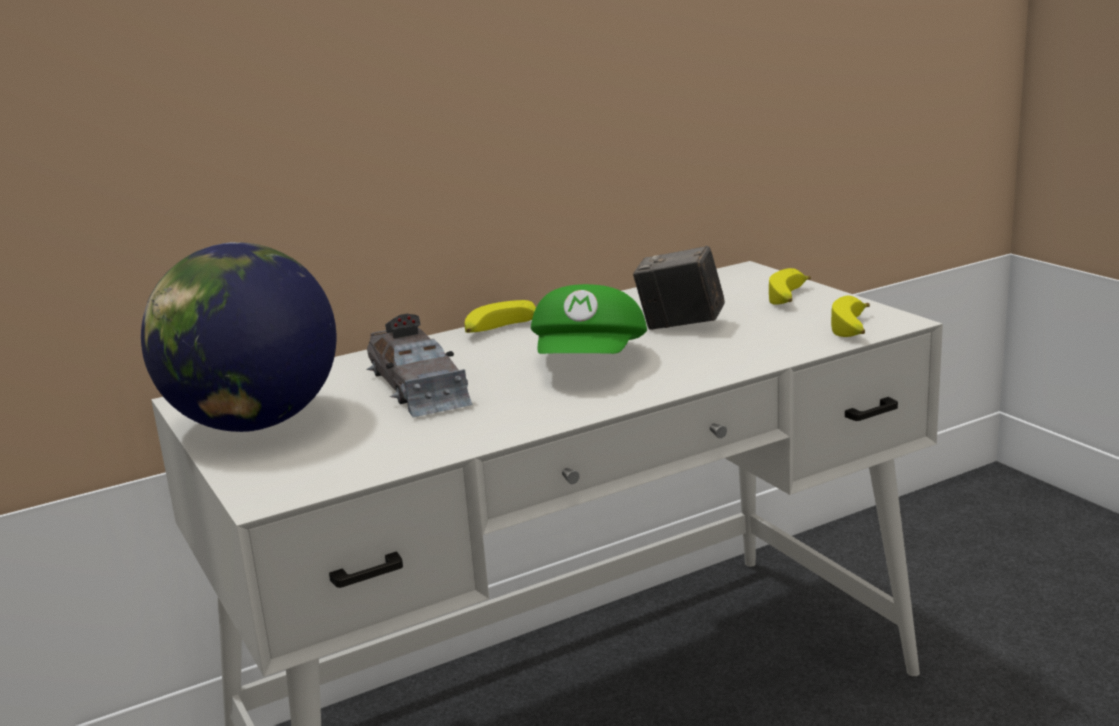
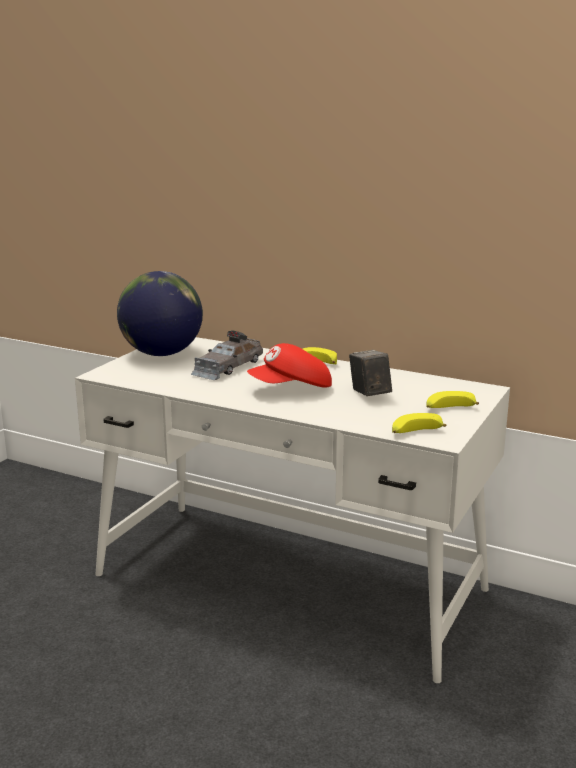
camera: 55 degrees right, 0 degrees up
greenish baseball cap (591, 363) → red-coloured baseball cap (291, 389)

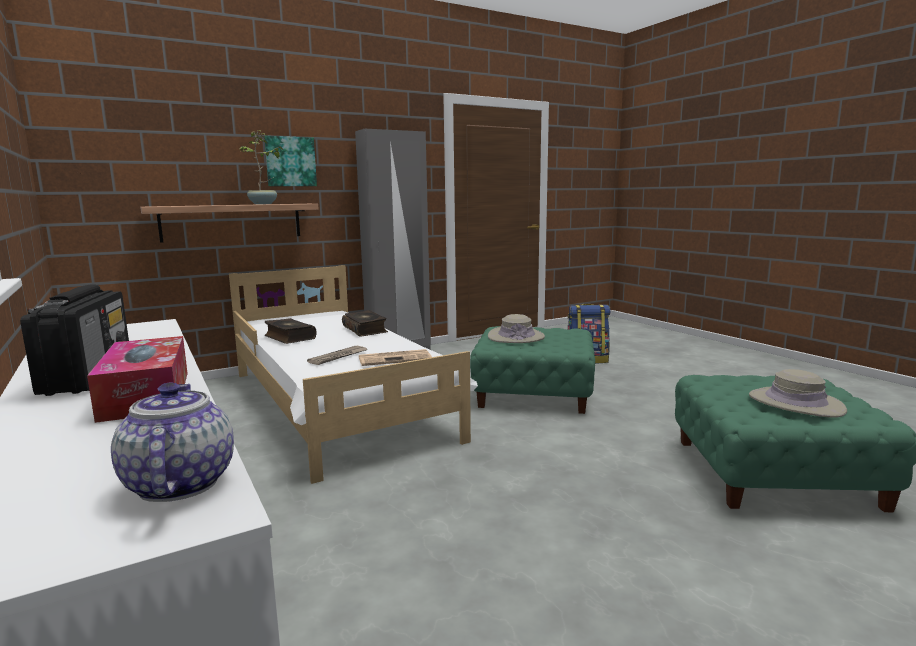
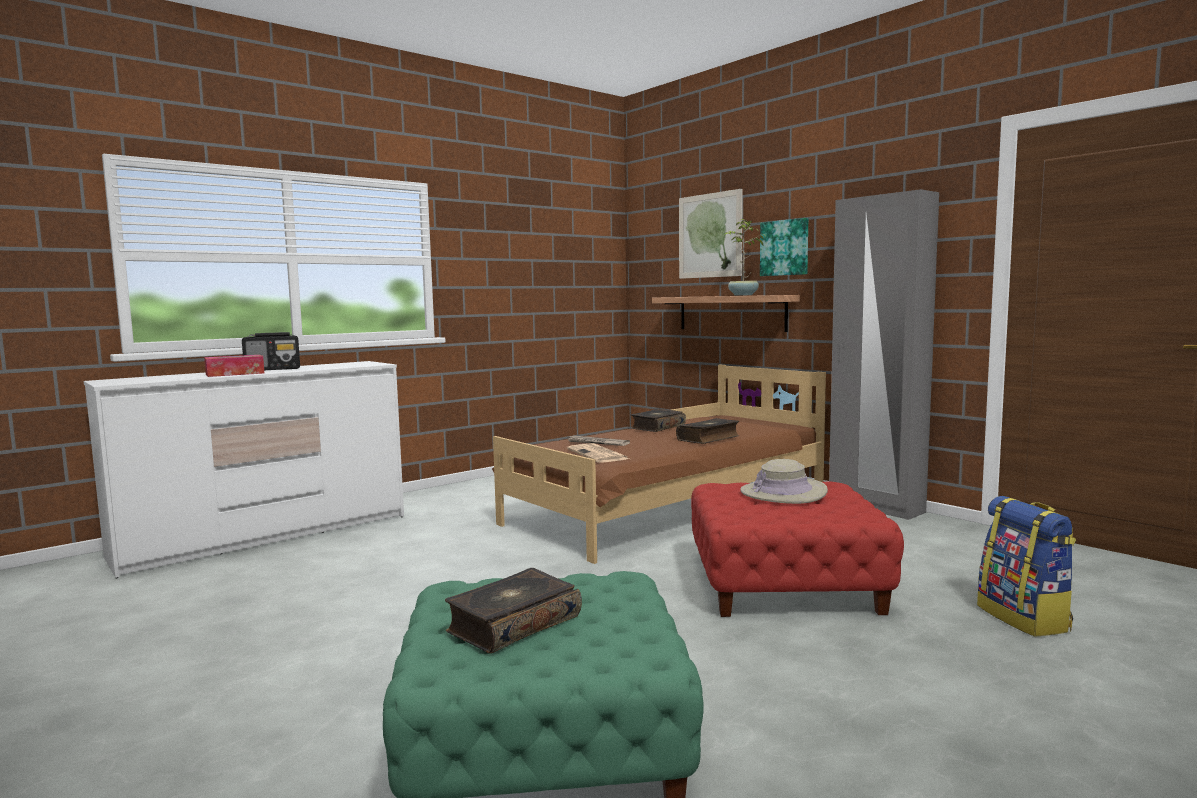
camera: 80 degrees right, 5 degrees down
teapot (178, 483) → -
white-coloured bed (338, 404) → brownish bed (669, 508)
greenish pouffe (534, 392) → red-coloured pouffe (786, 584)
sand-coloured clothing hat (795, 403) → bound book (513, 624)
- → picture (710, 235)

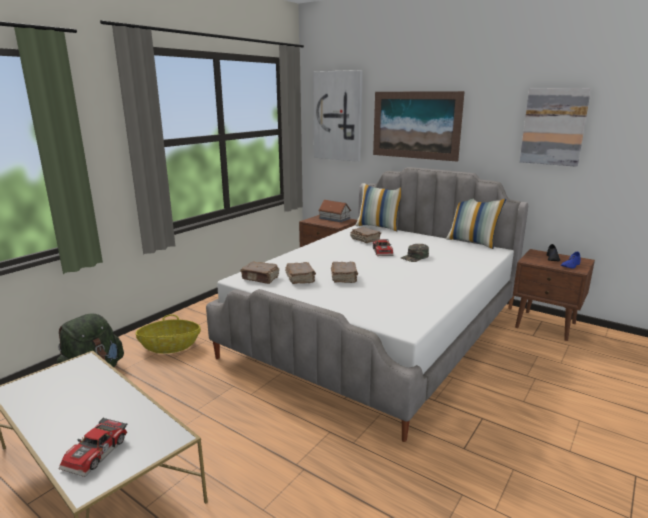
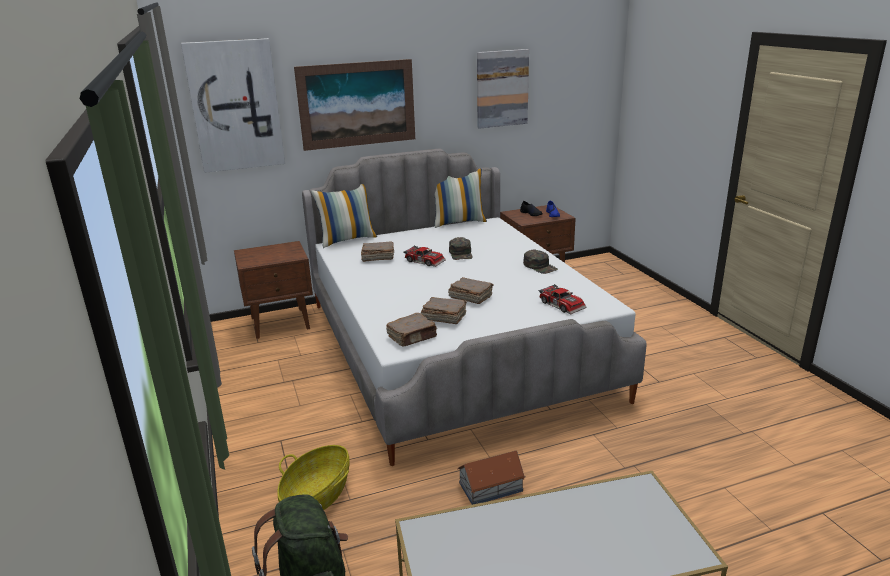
camera: 55 degrees left, 5 degrees up
toy car (97, 453) → toy car (562, 304), moved
toy house (334, 218) → toy house (490, 486), moved
- → greenish baseball cap (540, 266)

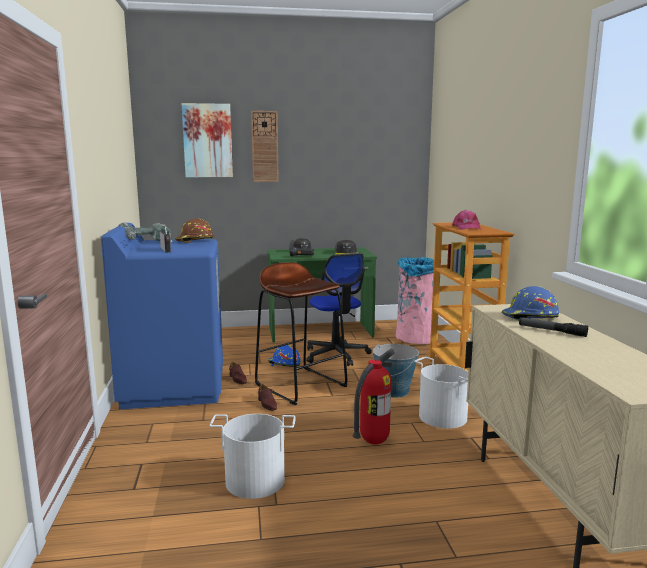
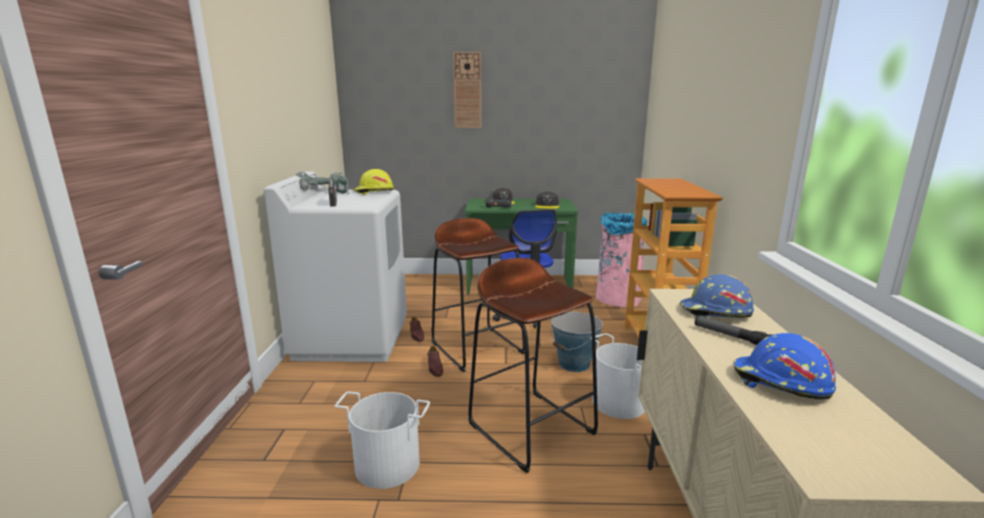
camera: 10 degrees right, 5 degrees up
bluish laundry appliance (173, 386) → white-coloured laundry appliance (351, 338)
brownish work helmet (194, 241) → yellow work helmet (373, 192)
picture (207, 141) → -
bluish work helmet (284, 364) → bluish work helmet (780, 382), moved
fire extinguisher (374, 442) → brownish sitting stool (531, 428)
pinkish baseball cap (466, 227) → -

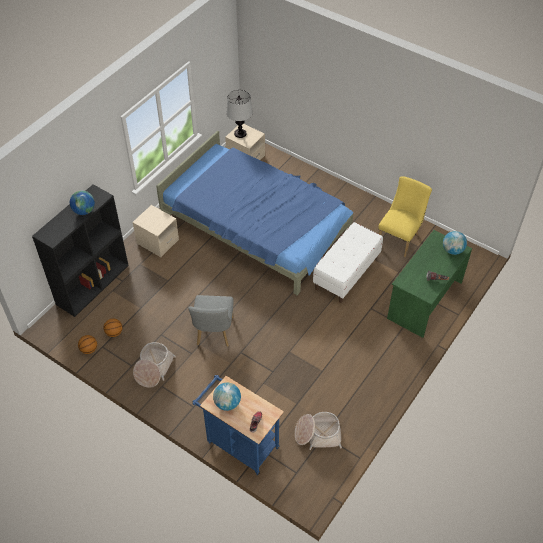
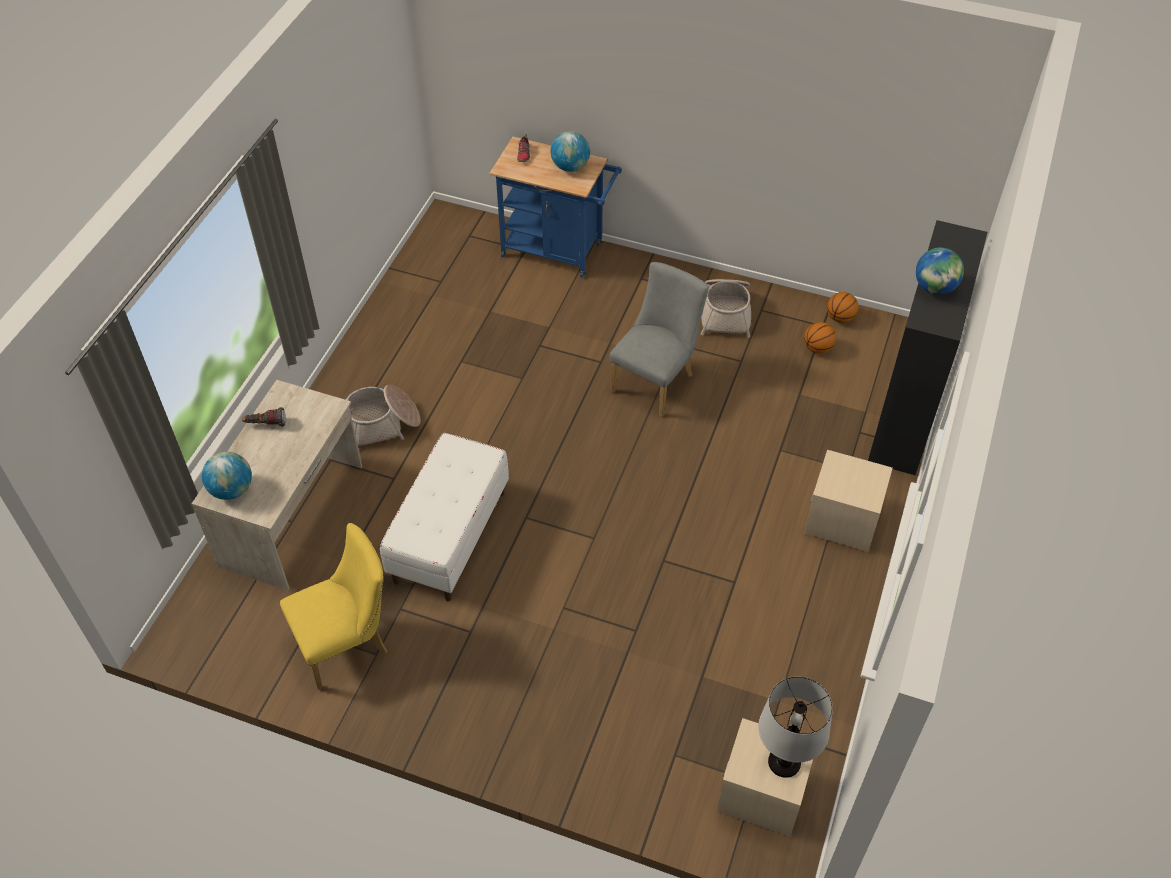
camera: 165 degrees right, 0 degrees up
bluish bed (257, 227) → -
greyish plain chair (214, 333) → greyish plain chair (656, 380), 45 degrees clockwise
storage basket (318, 434) → storage basket (382, 424), moved
yellow plain chair (400, 238) → yellow plain chair (348, 643), 135 degrees counterclockwise
greenish desk (424, 300) → sand-coloured desk (293, 515)

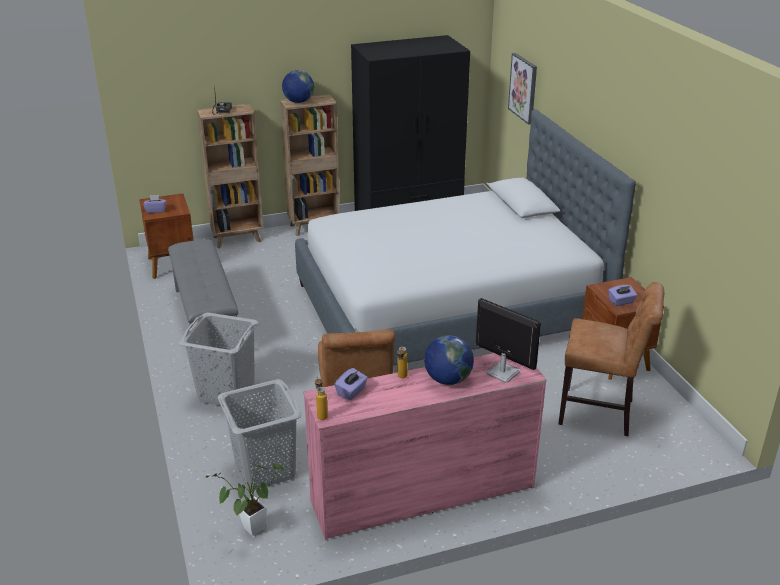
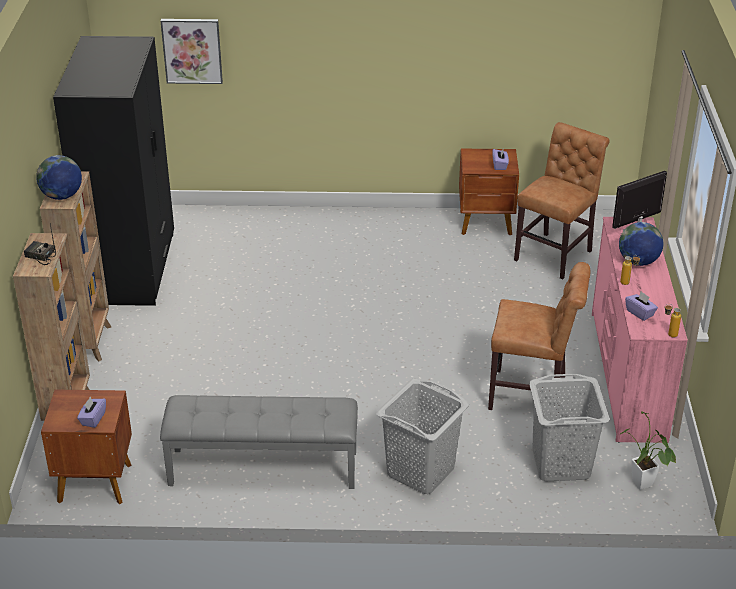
camera: 70 degrees left, 5 degrees up
bed (449, 308) → -

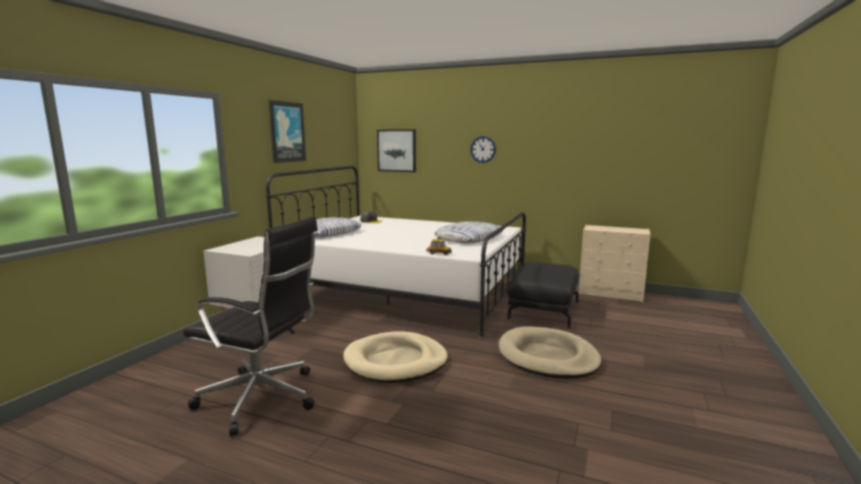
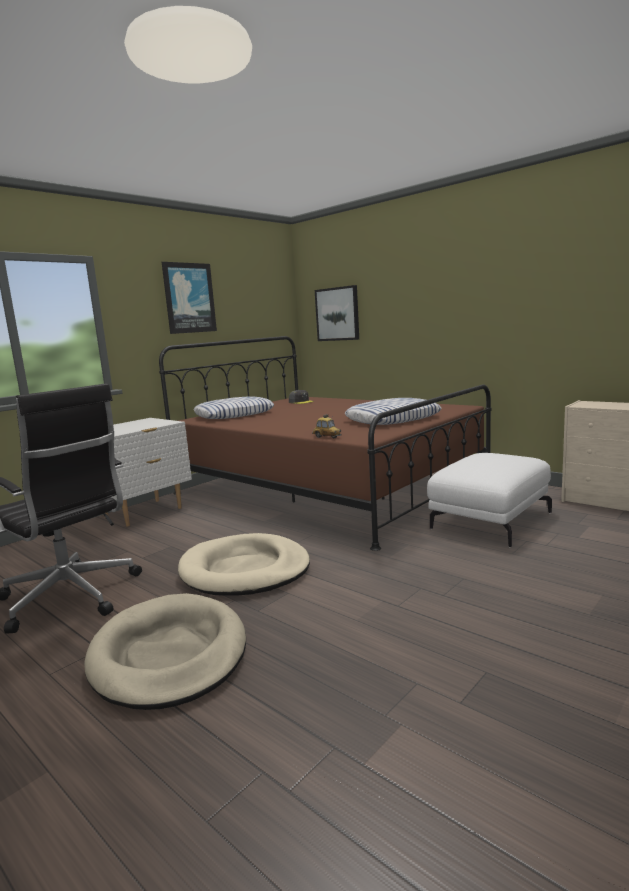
camera: 20 degrees right, 0 degrees up
white-coloured bed (406, 291) → brownish bed (328, 488)
clock on the wall (483, 149) → -
sand-coloured dog cushion (547, 357) → sand-coloured dog cushion (169, 655), moved
black pouffe (543, 310) → white-coloured pouffe (490, 520)

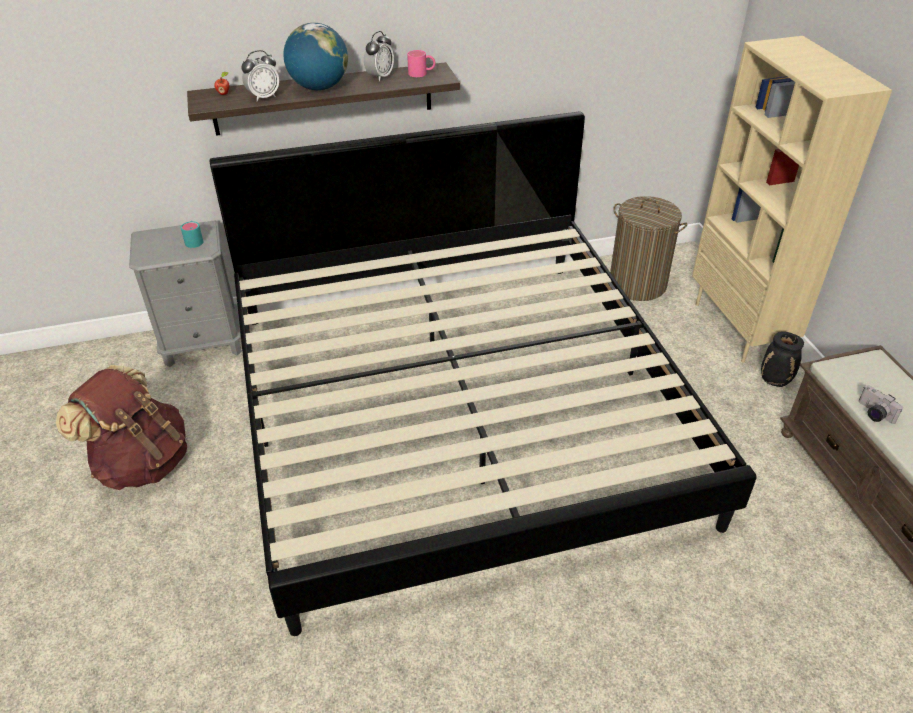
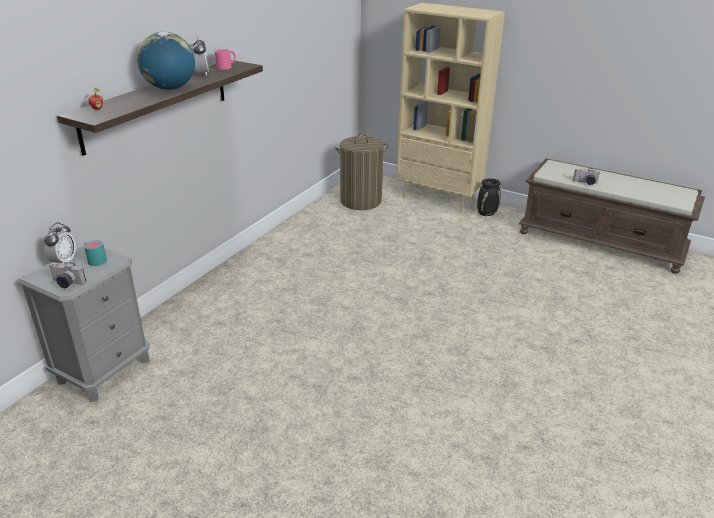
camera: 45 degrees left, 10 degrees down
brownish rucksack (142, 463) → -
bed (456, 409) → -
alarm clock (263, 97) → alarm clock (63, 261), moved
- → photo camera (66, 283)

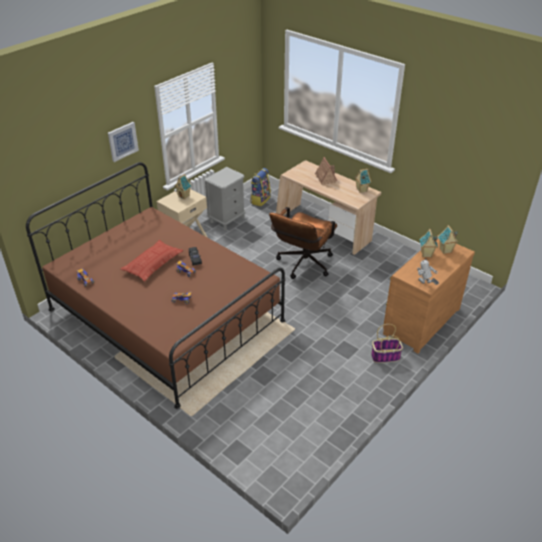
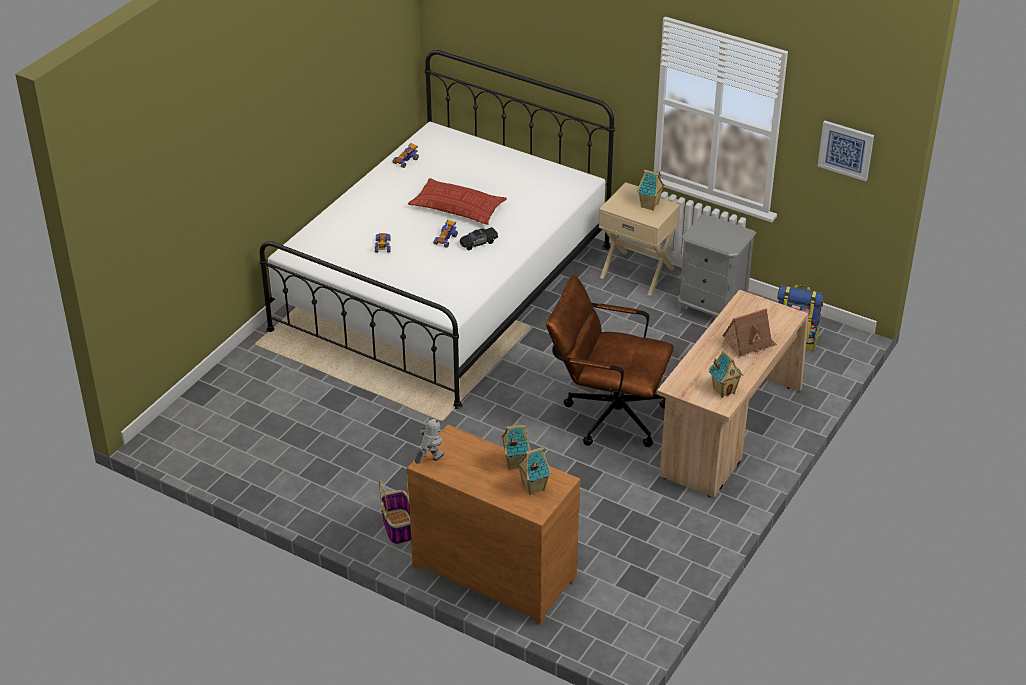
camera: 80 degrees right, 0 degrees up
brownish bed (165, 315) → white-coloured bed (443, 287)
picture (122, 141) → picture (846, 150), moved

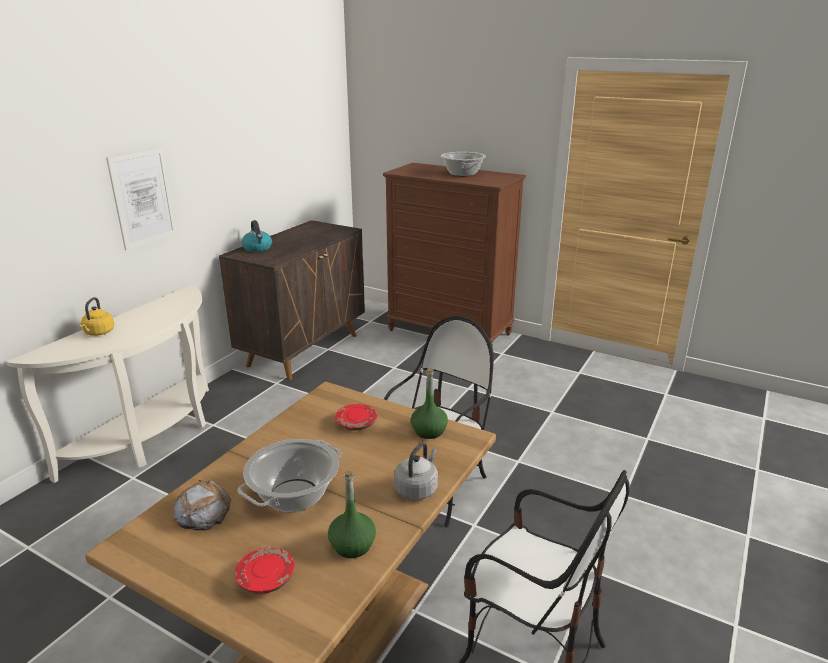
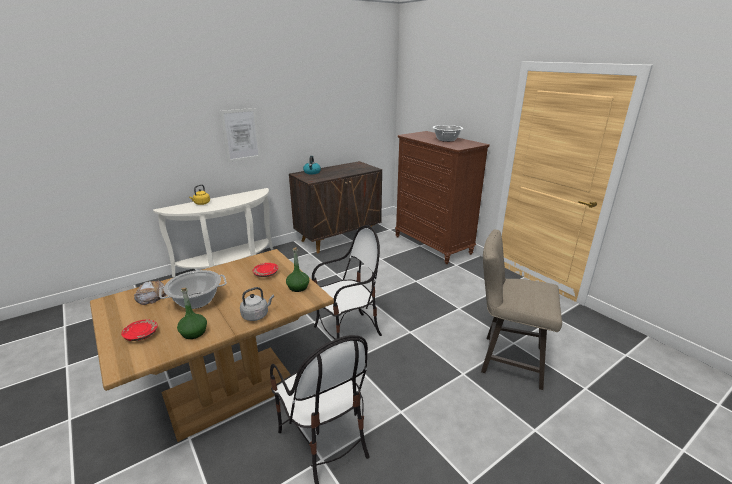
camera: 25 degrees right, 0 degrees up
- → sand-coloured sitting stool (506, 359)

